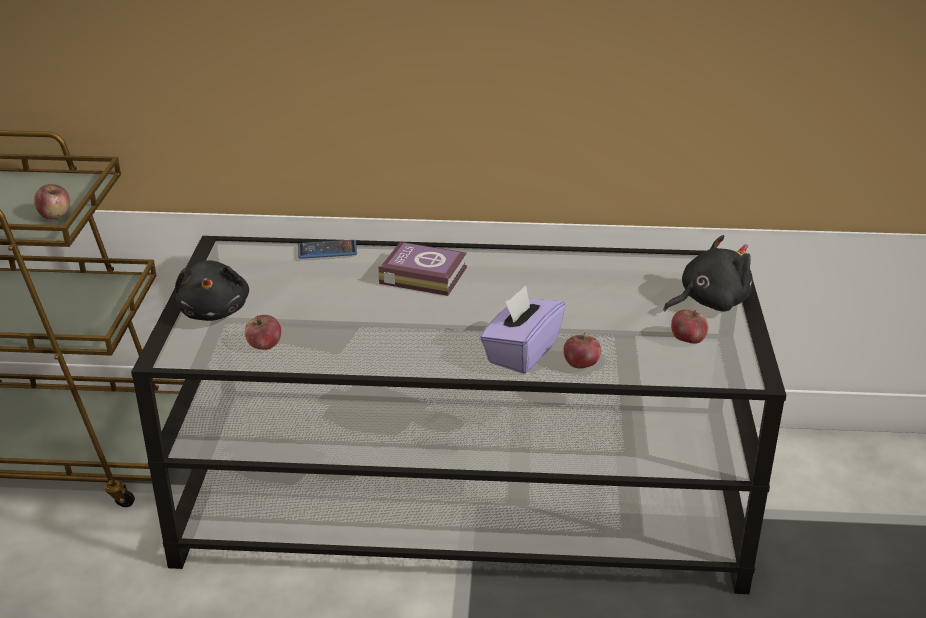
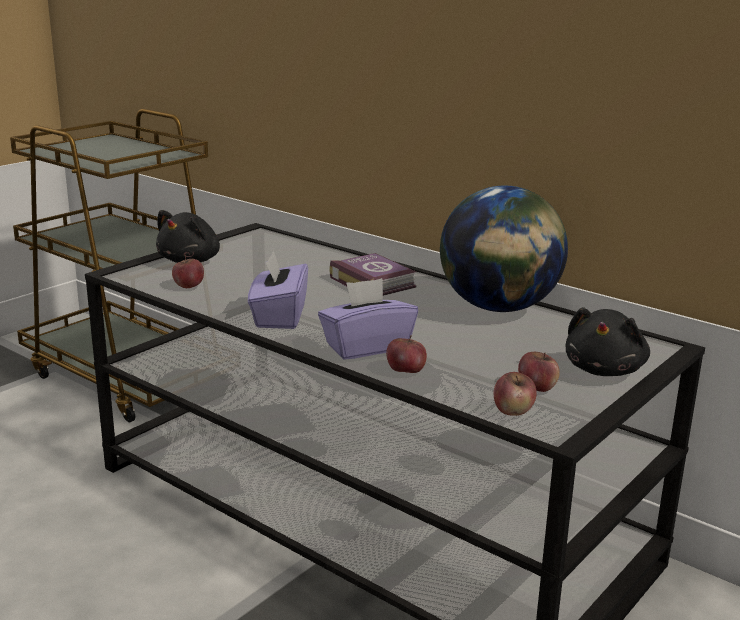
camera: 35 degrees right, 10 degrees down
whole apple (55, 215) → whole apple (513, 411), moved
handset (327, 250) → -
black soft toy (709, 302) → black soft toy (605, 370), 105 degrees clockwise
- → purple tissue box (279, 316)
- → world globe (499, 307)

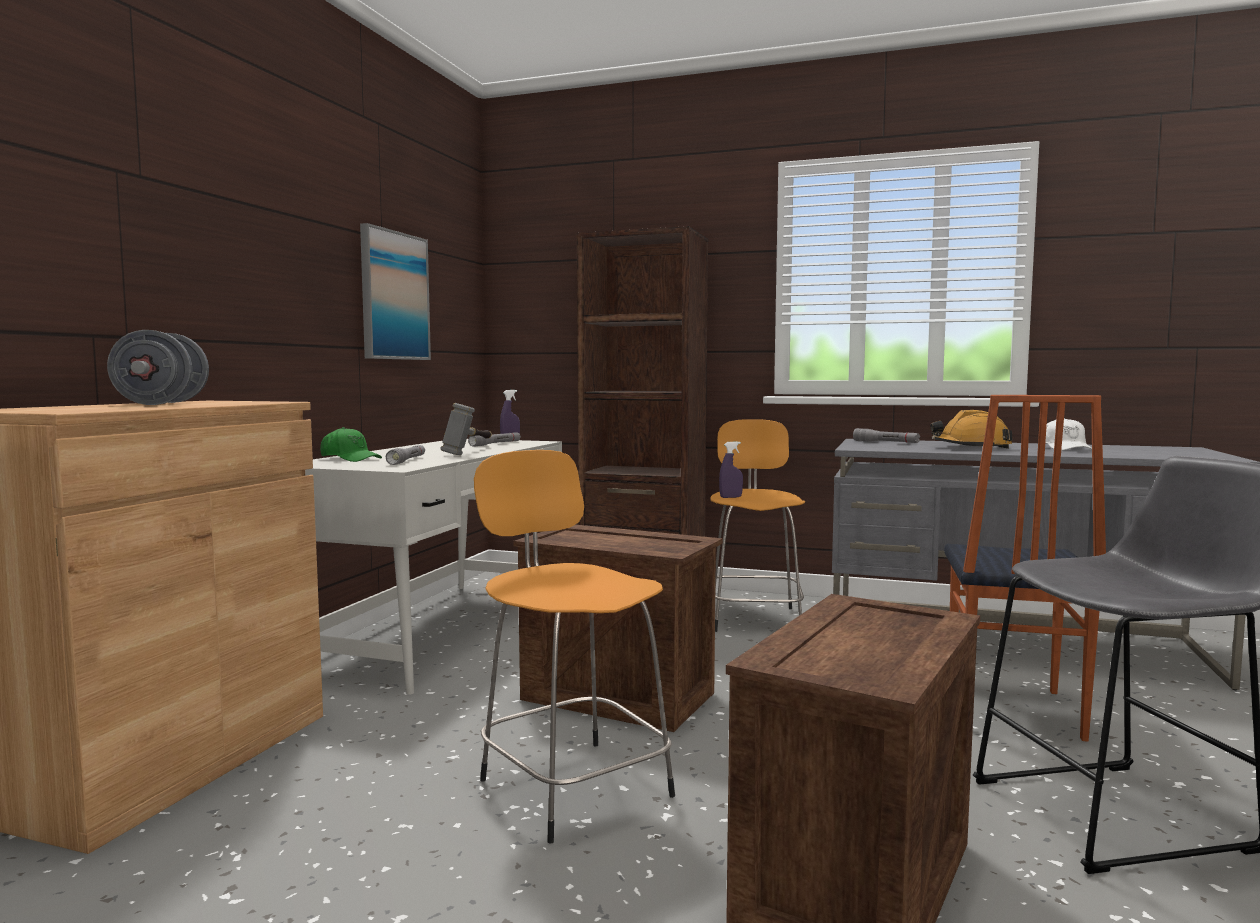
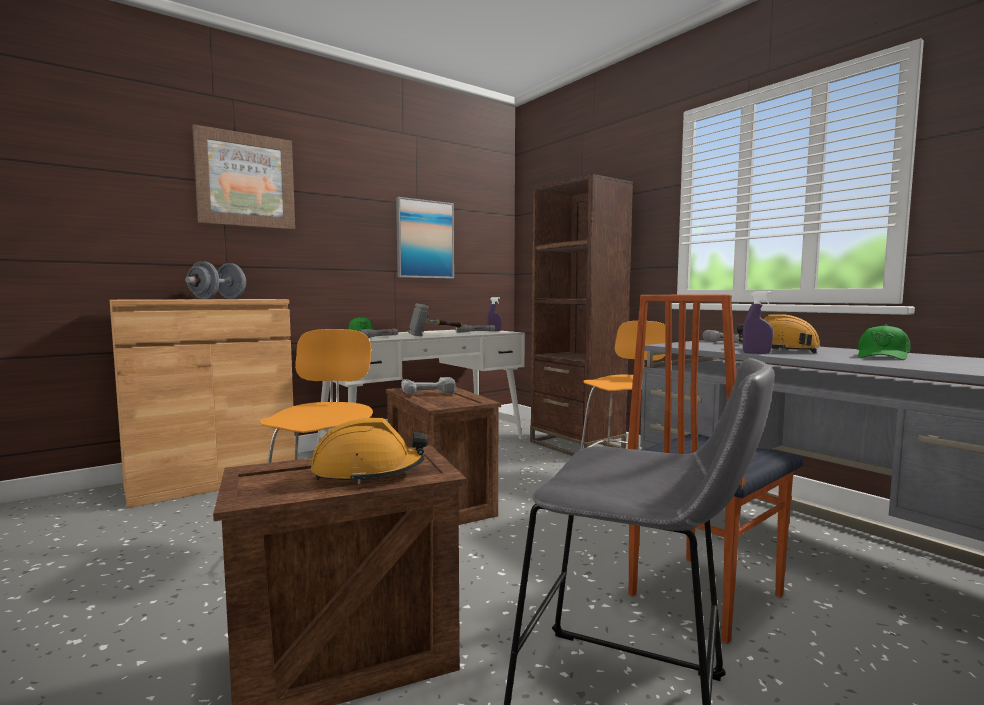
camera: 35 degrees right, 0 degrees up
purple hand sprayer (730, 497) → purple hand sprayer (756, 353), moved
white-coloured baseball cap (1065, 448) → greenish baseball cap (882, 356)
- → picture (245, 181)
- → orangey work helmet (368, 472)
- → drill (426, 391)

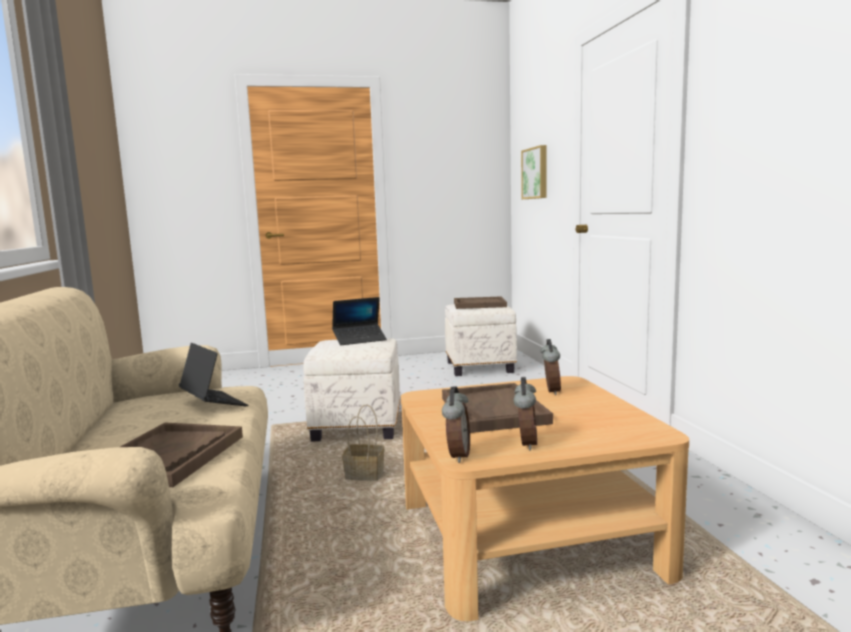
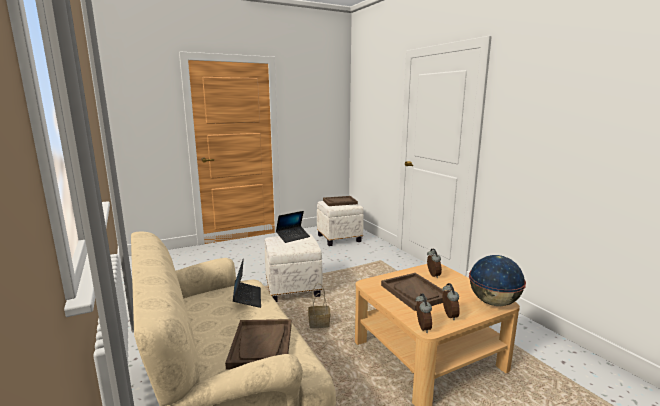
camera: 15 degrees left, 5 degrees up
laptop (213, 403) → laptop (247, 298), 45 degrees clockwise
picture (536, 173) → -
- → world globe (494, 303)

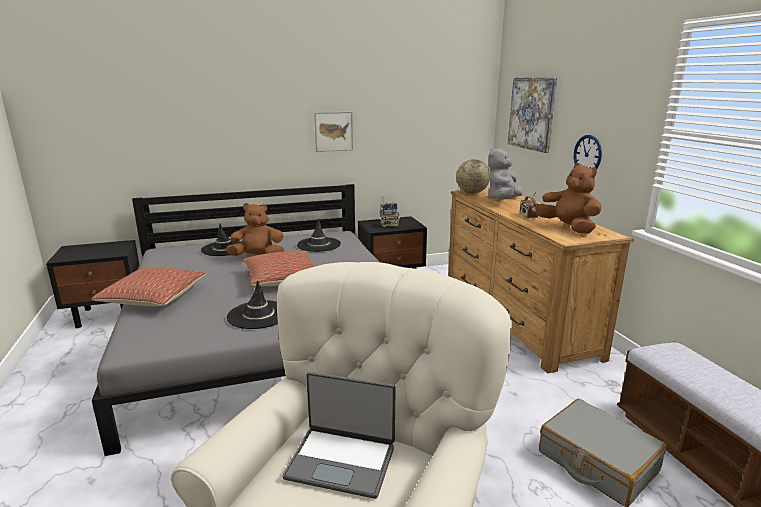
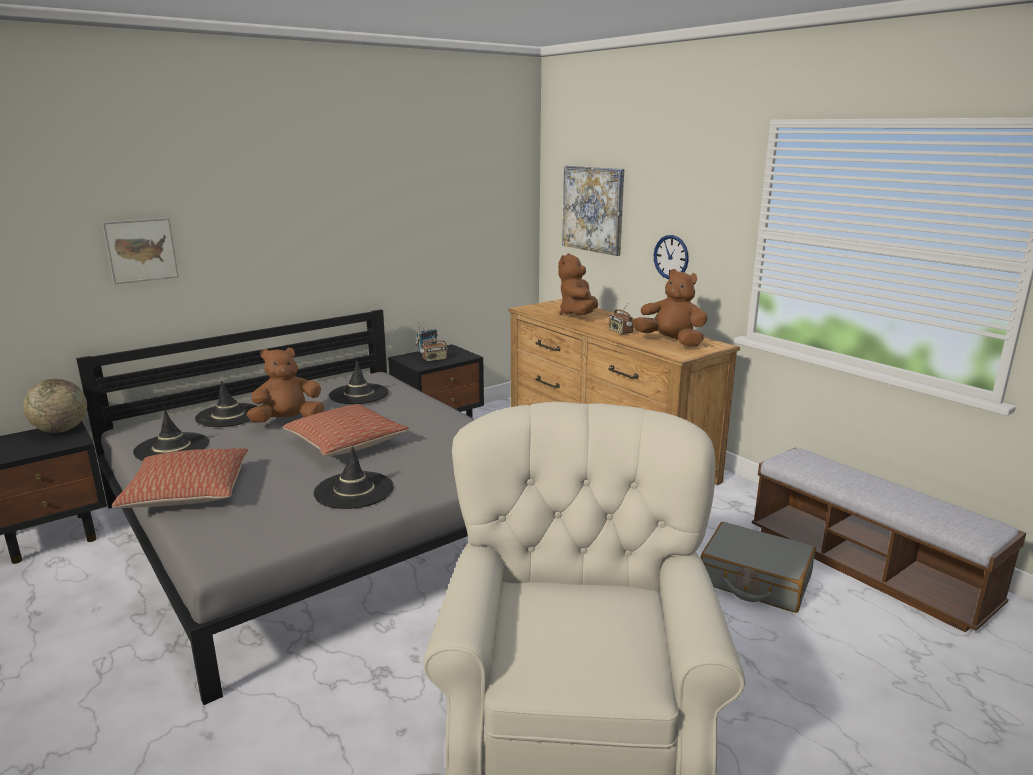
camera: 20 degrees left, 0 degrees up
laptop (342, 461) → -
picture (333, 131) → picture (141, 250), moved
world globe (472, 192) → world globe (61, 430), moved
greyish soft toy (503, 200) → brownish soft toy (578, 315)
- → black clothing hat (172, 447)

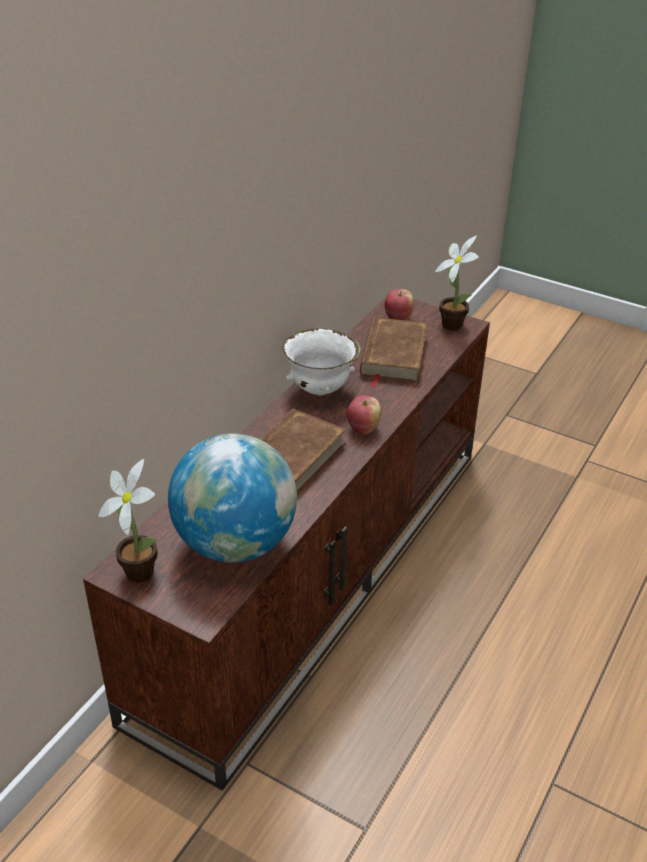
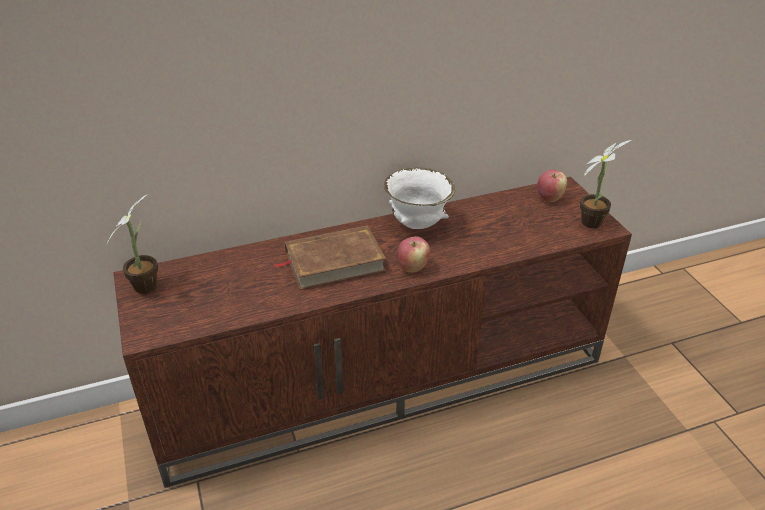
camera: 40 degrees right, 0 degrees up
world globe (235, 543) → -
brownish bound book (393, 355) → -

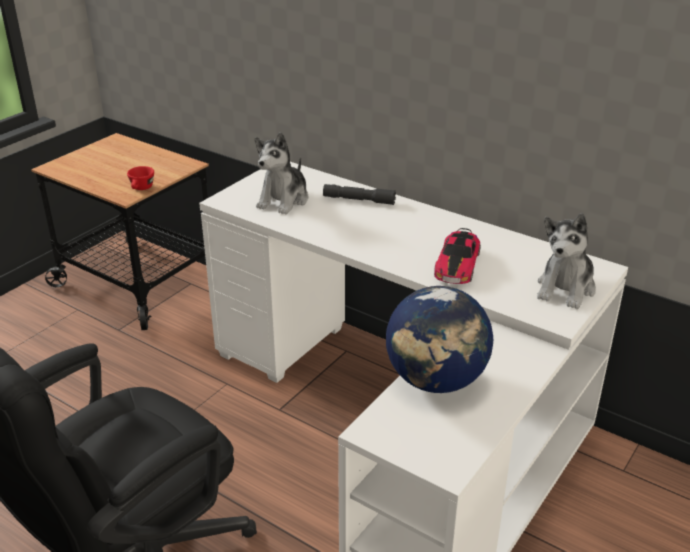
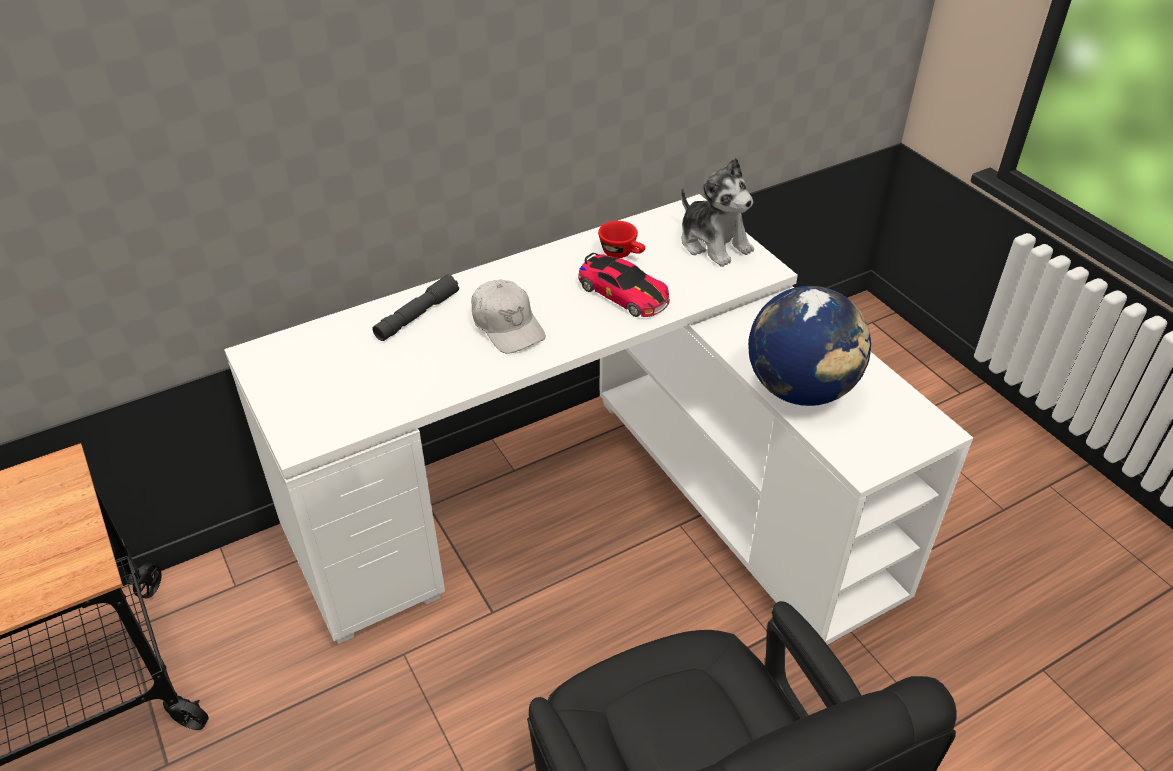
camera: 65 degrees left, 10 degrees up
red-coloured cup (141, 189) → red-coloured cup (622, 253), moved
soft toy (284, 200) → -
- → white-coloured baseball cap (507, 325)

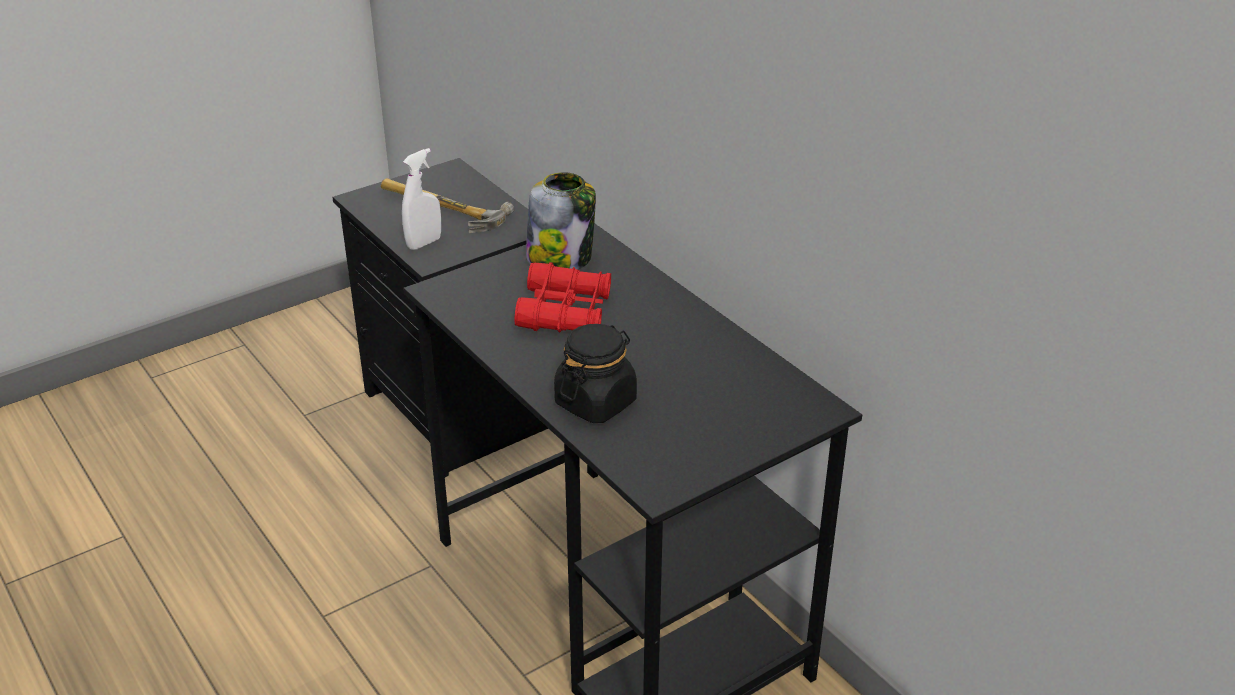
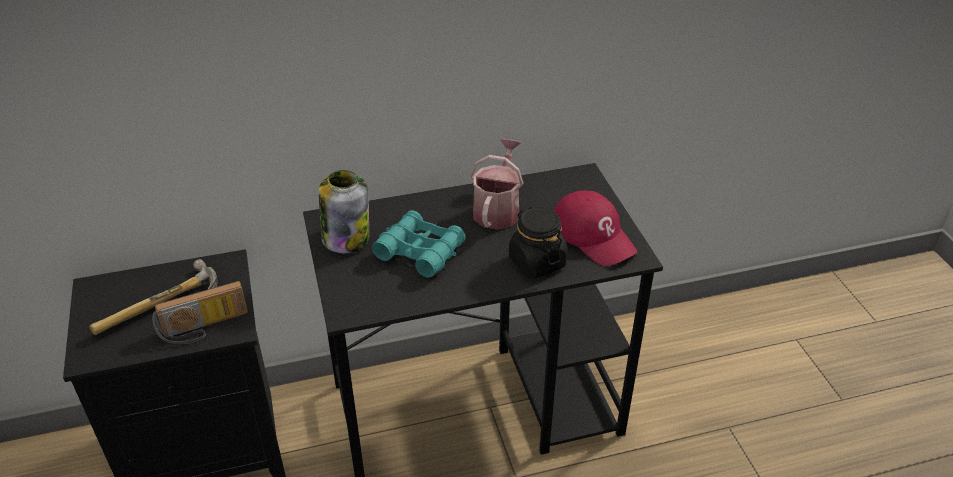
camera: 70 degrees left, 5 degrees up
white-coloured hand sprayer (424, 243) → radio (204, 328)
red-coloured pair of binoculars (565, 312) → turquoise-coloured pair of binoculars (420, 251)
- → watering pot (497, 209)
- → red-coloured baseball cap (593, 235)

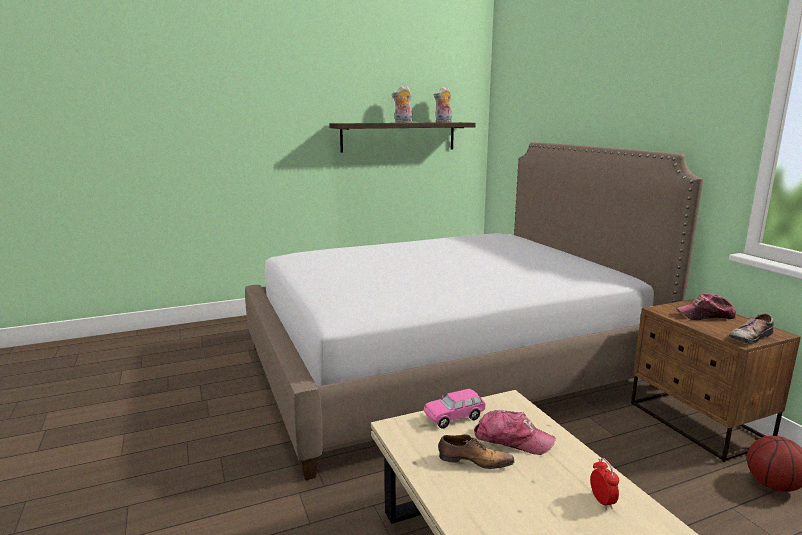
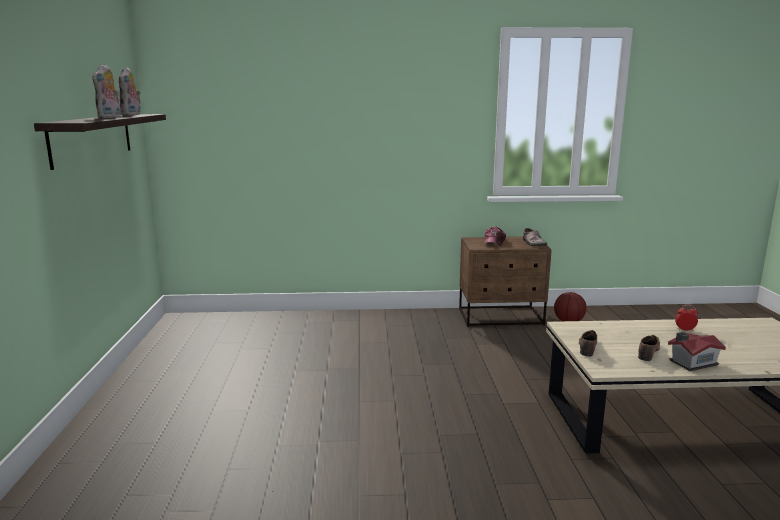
camera: 70 degrees left, 0 degrees up
bed (444, 366) → -
pinkish toy car (454, 417) → low shoe (587, 347)
baseball cap (512, 439) → -
- → toy house (691, 362)

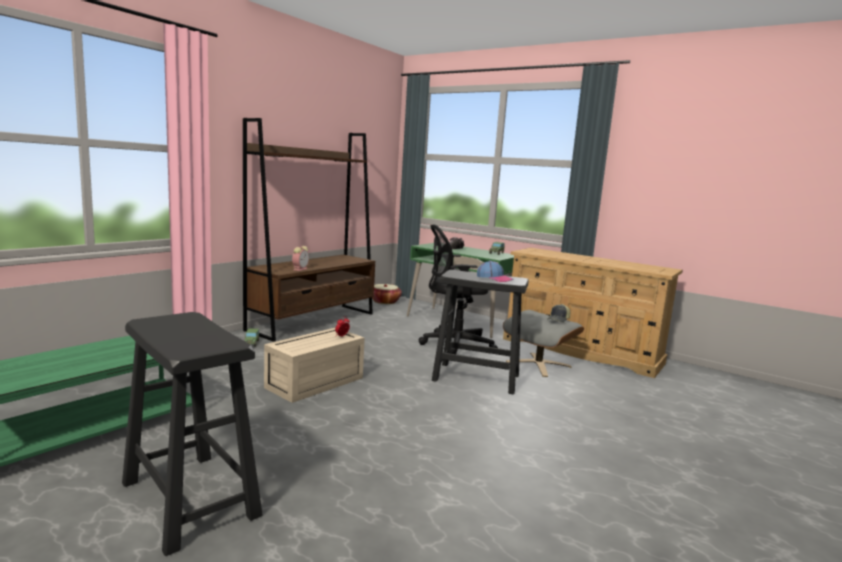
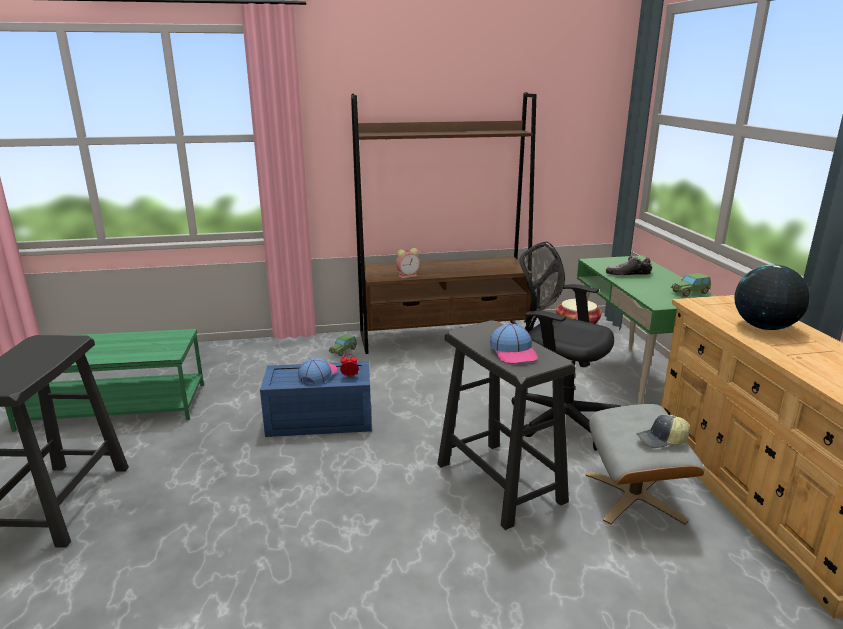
camera: 45 degrees right, 10 degrees up
sand-coloured storage box (315, 383) → bluish storage box (318, 421)
- → baseball cap (318, 374)
- → world globe (764, 327)

